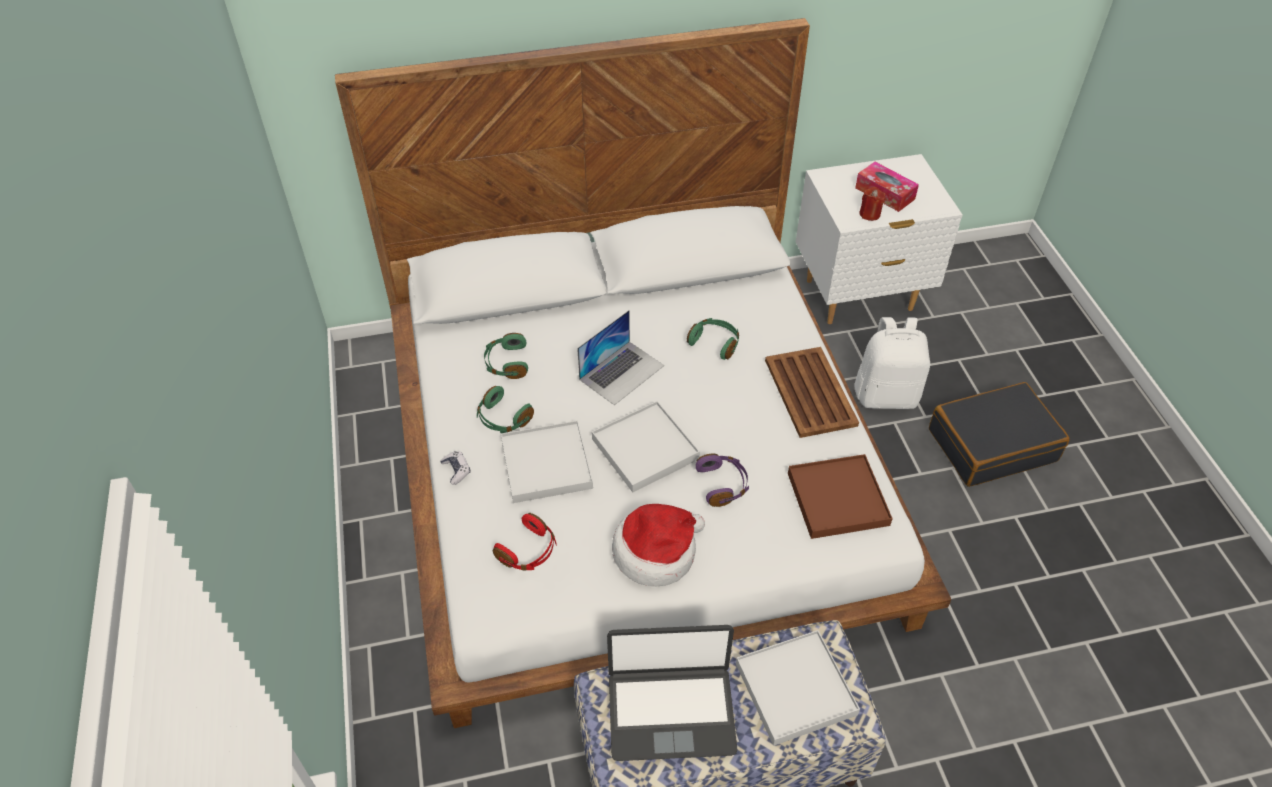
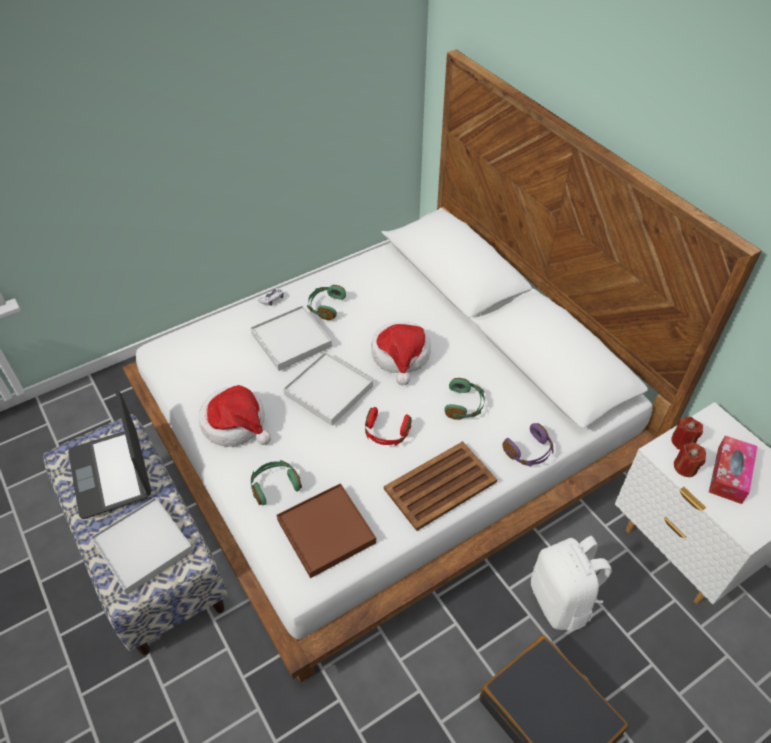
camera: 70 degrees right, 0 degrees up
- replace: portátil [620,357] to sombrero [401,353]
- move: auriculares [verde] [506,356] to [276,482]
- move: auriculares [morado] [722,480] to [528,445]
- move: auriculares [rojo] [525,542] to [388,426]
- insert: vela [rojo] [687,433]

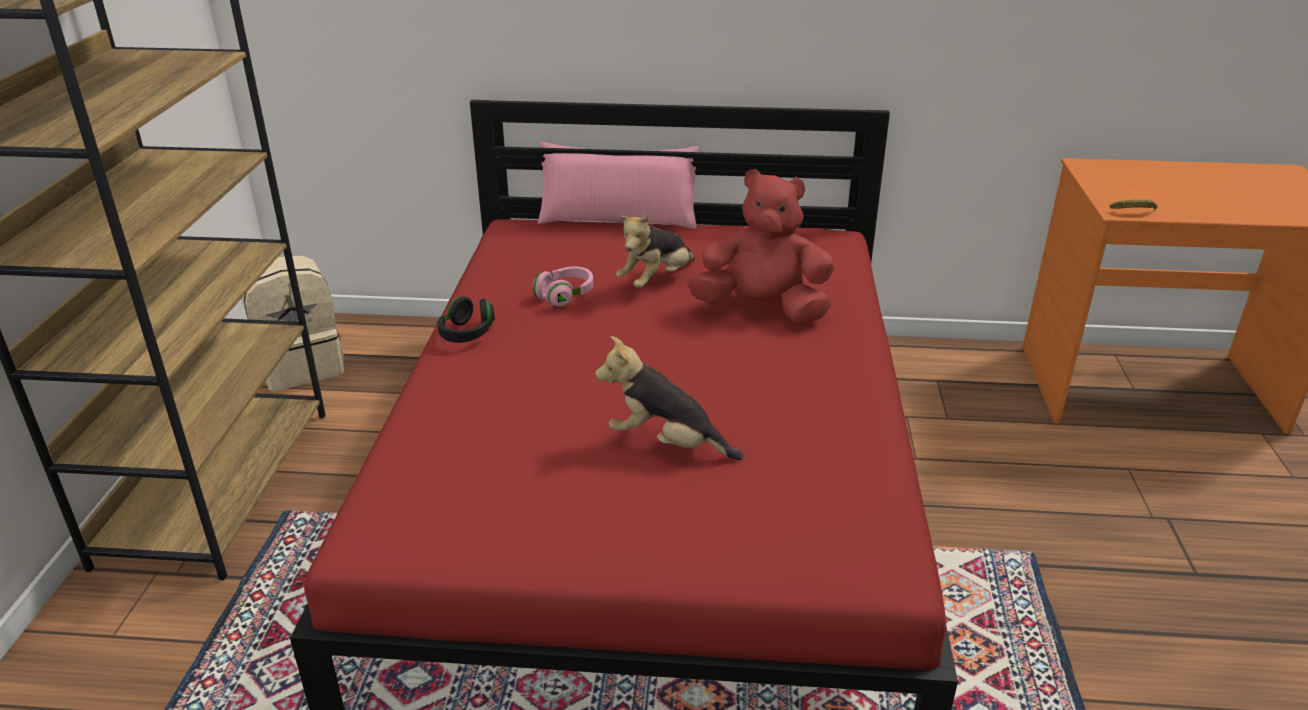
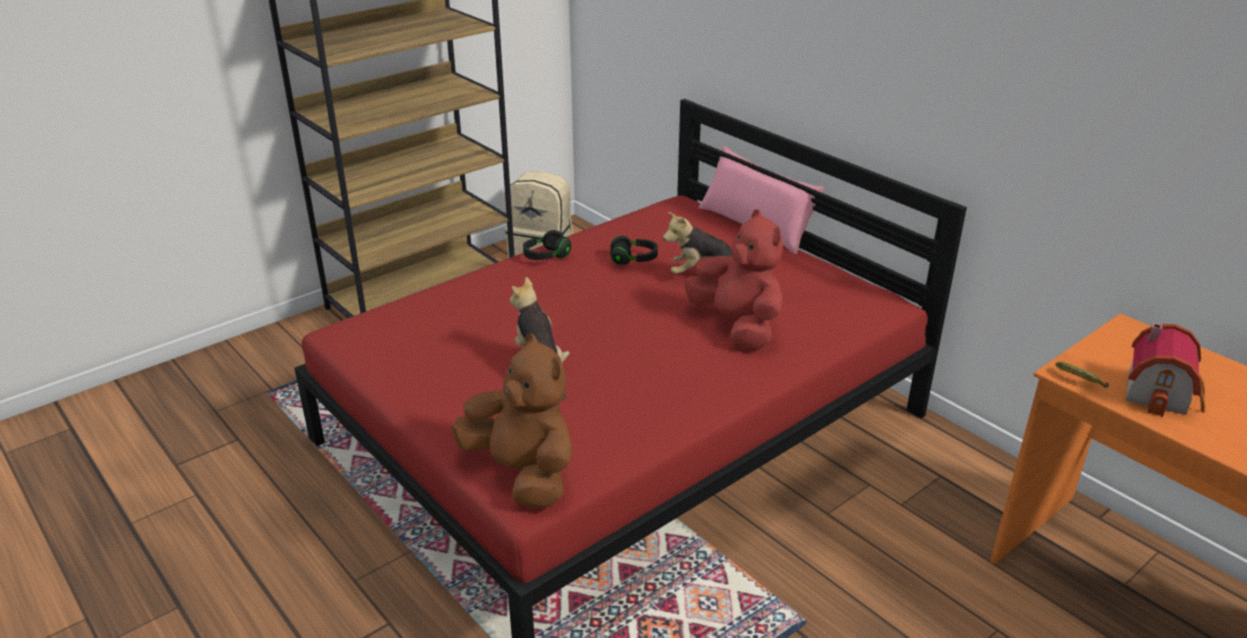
camera: 45 degrees right, 0 degrees up
- recolor: auriculares [rosa] [563,287] to auriculares [negro] [634,250]
- insert: casita [1165,370]
- insert: peluche [marrón] [512,420]

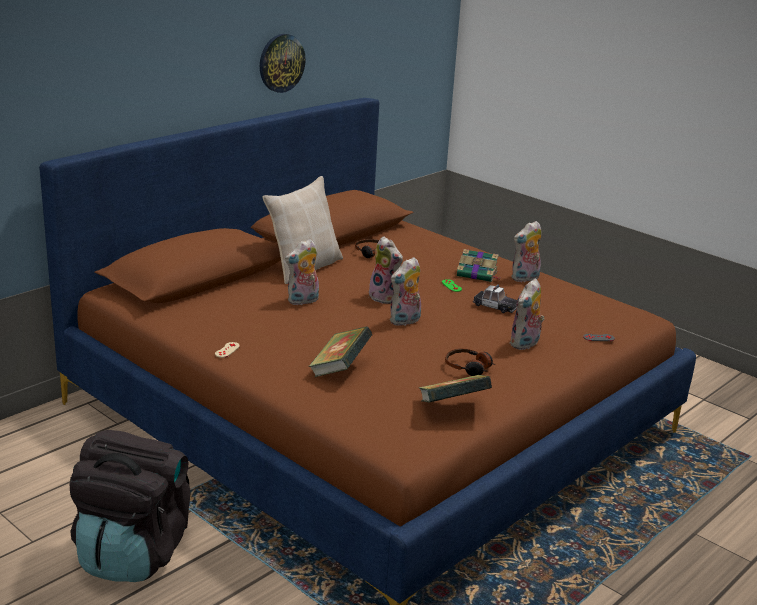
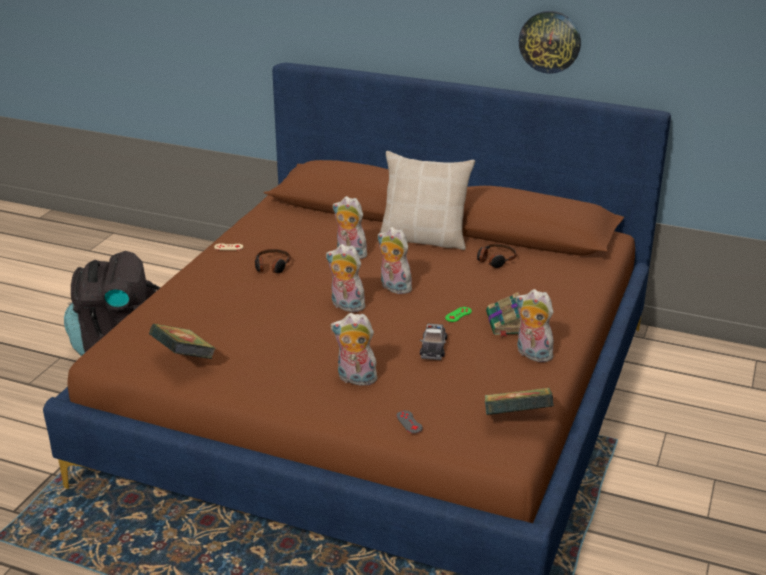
camera: 70 degrees right, 5 degrees up
- rotate: peluche [386,270] = [395,260] 105 degrees clockwise
- move: libro [340,352] to [519,401]
- move: auriculares [470,362] to [272,261]

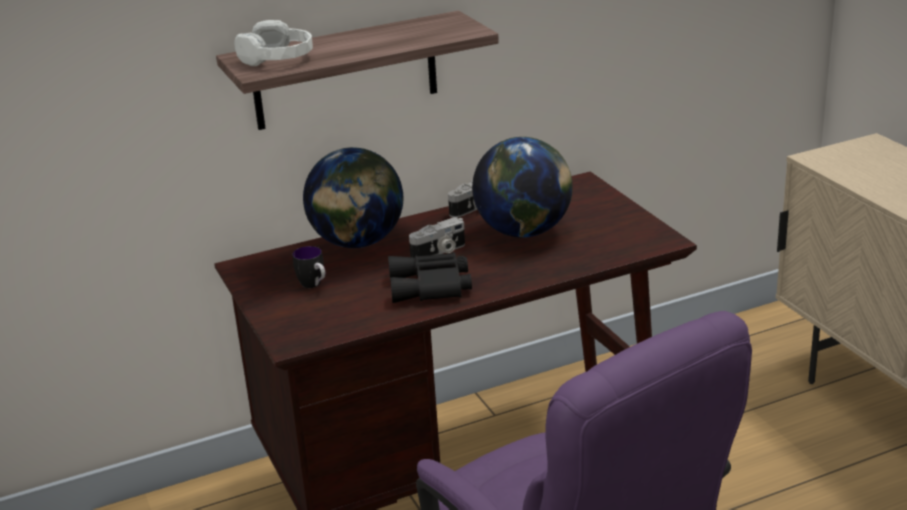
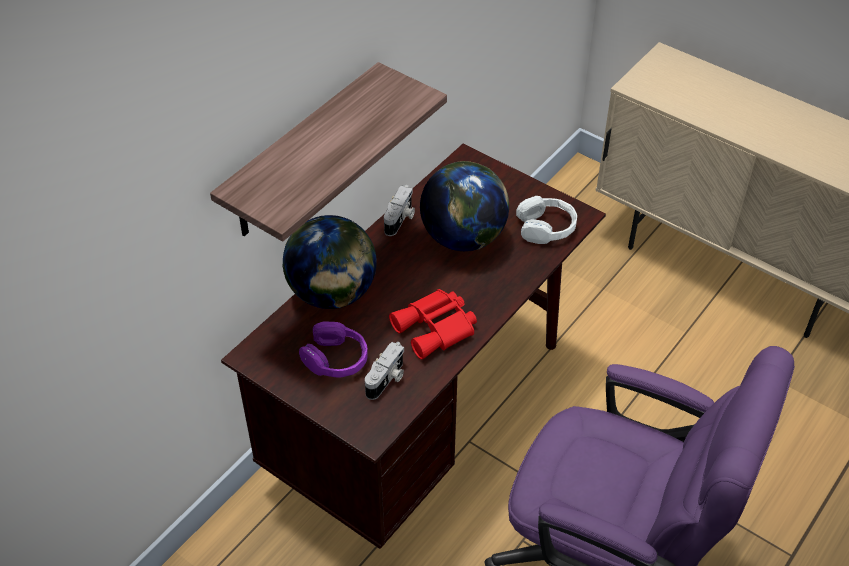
camera: 30 degrees left, 20 degrees up
- move: auriculares [blanco] [274,43] to [546,220]
- move: cámara [437,237] to [384,371]
- replace: taza grande [308,267] to auriculares [morado] [333,349]
- recolor: prismáticos [negro] [430,277] to prismáticos [rojo] [433,324]

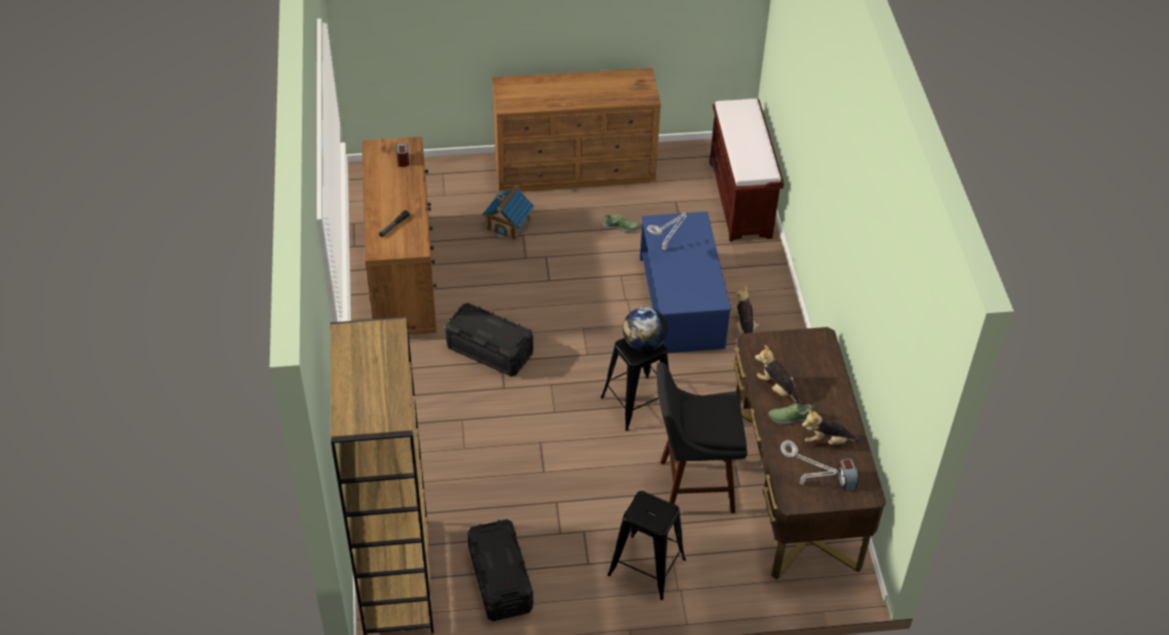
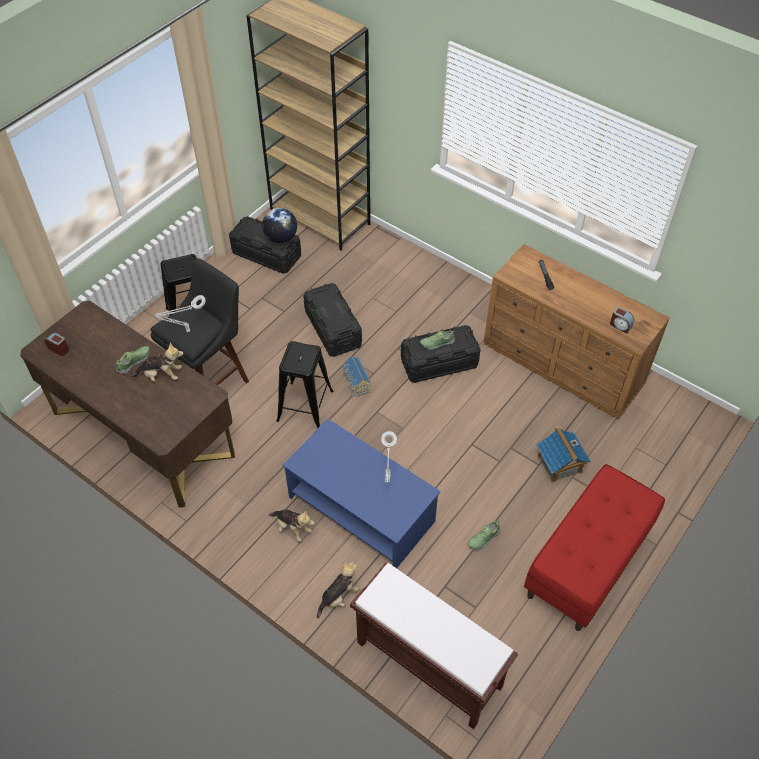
camera: 135 degrees right, 5 degrees up
- replace: cómoda [marrón] [576,129] to banco [rojo] [594,547]
- move: globo terráqueo [645,329] to [279,225]
- move: peluche [831,426] to [338,590]
- move: lámpara de mesa [gris] [809,462] to [180,313]
- insert: caja de almacenaje [negro] [332,320]
- insert: zapato [437,340]
- insert: casita [357,376]

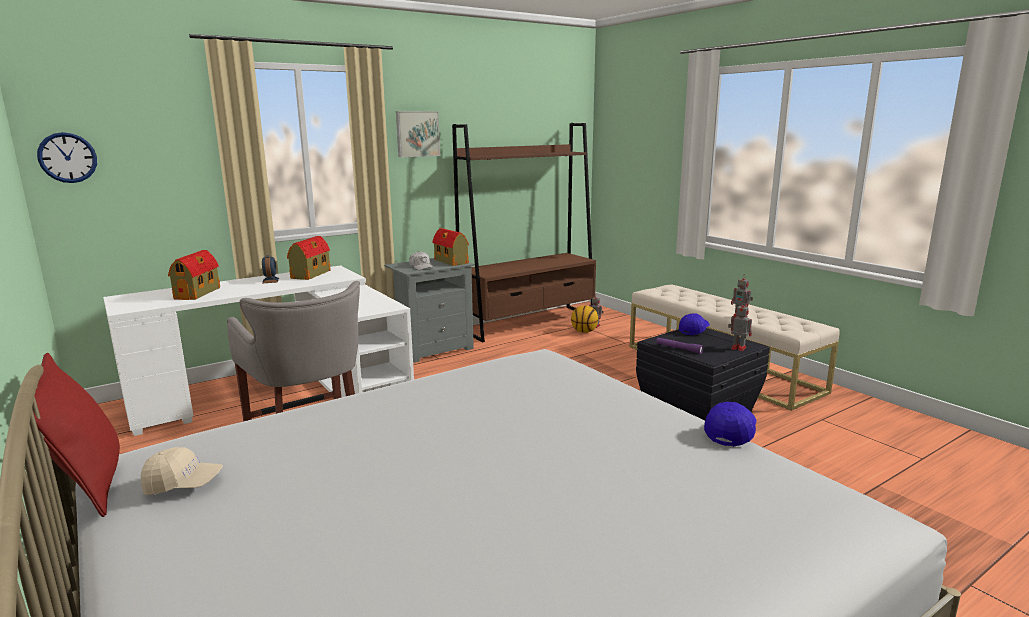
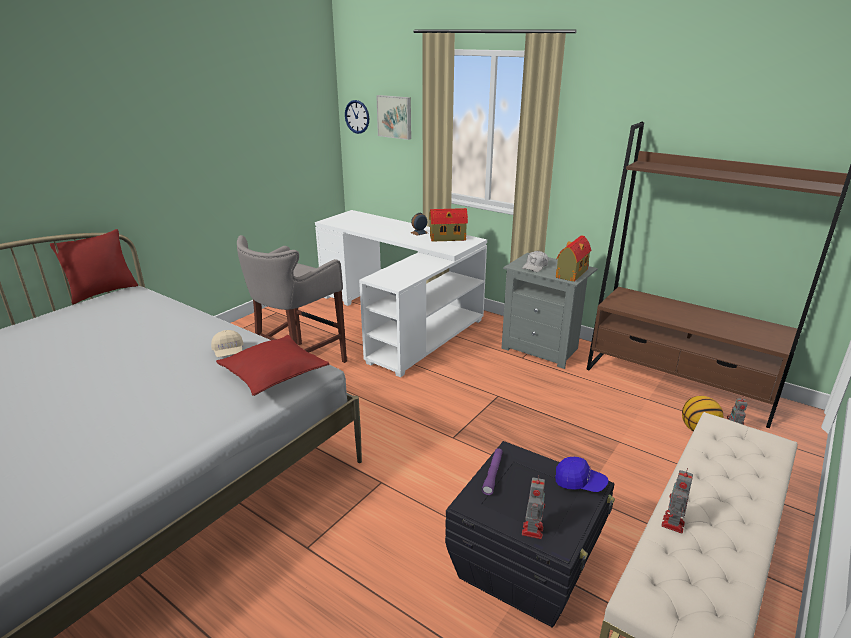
camera: 70 degrees right, 10 degrees up
- move: cuadro [418,134] to [393,117]
- delete: casita [194,275]
- delete: gorra [azul] [730,424]
- move: gorra [beis] [182,471] to [227,343]
- insert: cojín [rojo] [273,365]

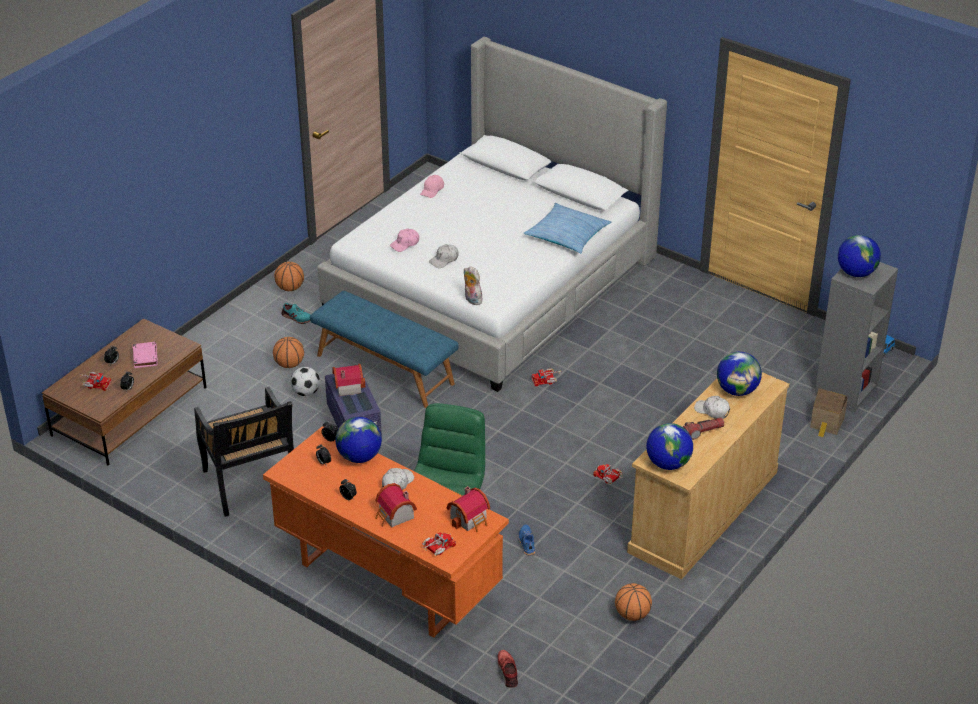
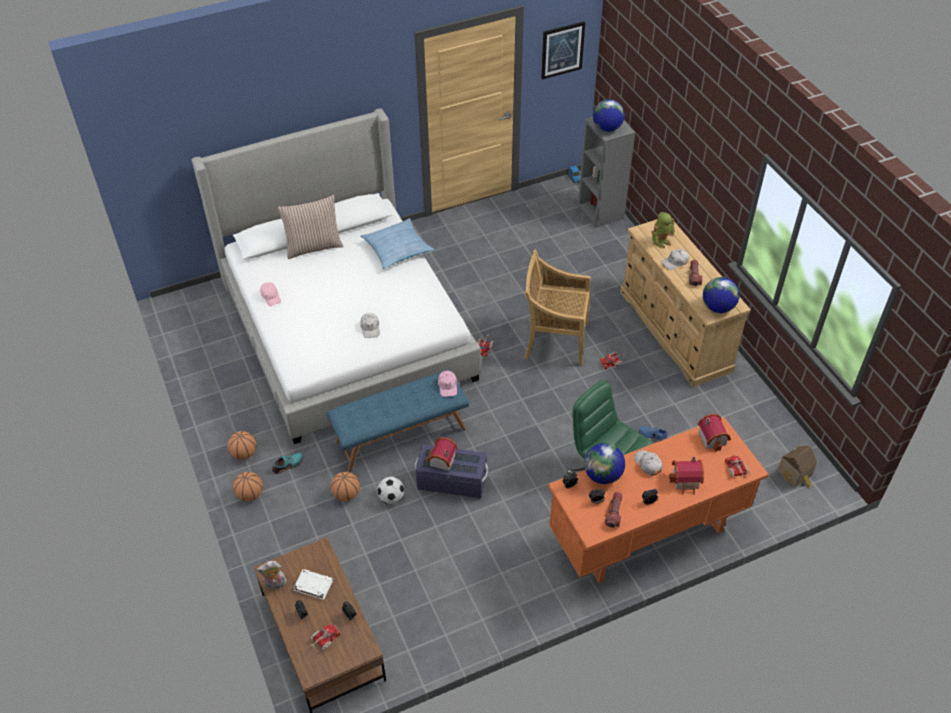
camera: 60 degrees left, 10 degrees up
- move: gorra [rosa] [404,240] to [447,384]
- move: peluche [473,285] to [271,575]
- recolor: libro [rosa] [145,355] to libro [blanco] [313,584]
- replace: globo terráqueo [739,374] to robot de juguete [663,230]
- delete: silla [negro] [244,452]
- move: casita [829,412] to [797,467]
- move: balón de baloncesto [633,602] to [248,486]
- delete: zapato [rojo] [508,669]
- insert: cuadro [563,50]
- insert: cojín [310,227]
- insert: silla [beis] [557,308]
- insert: linterna [614,510]

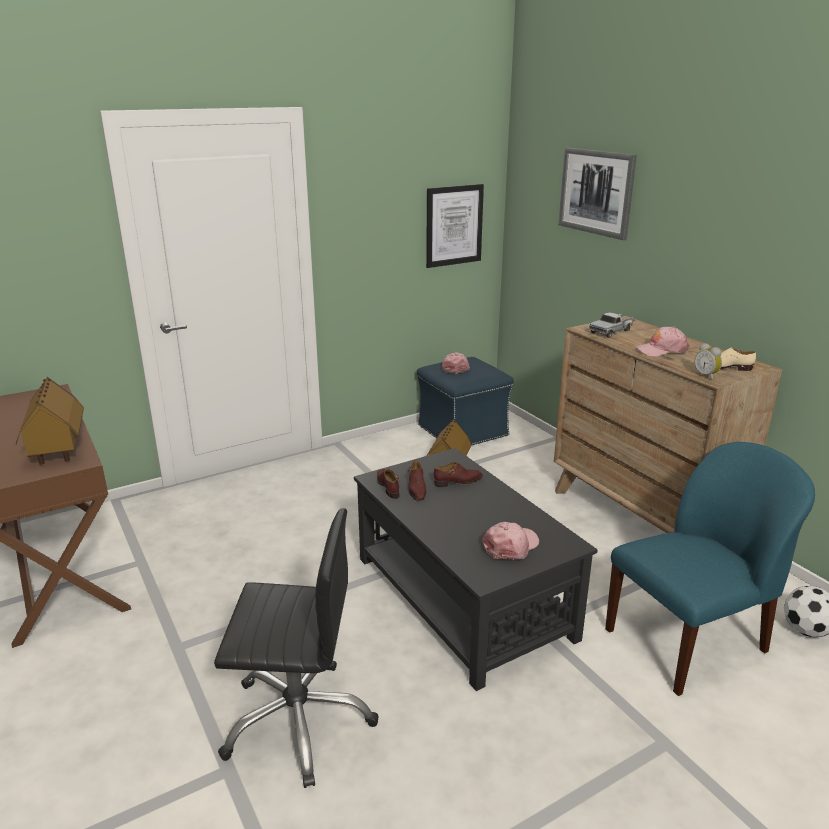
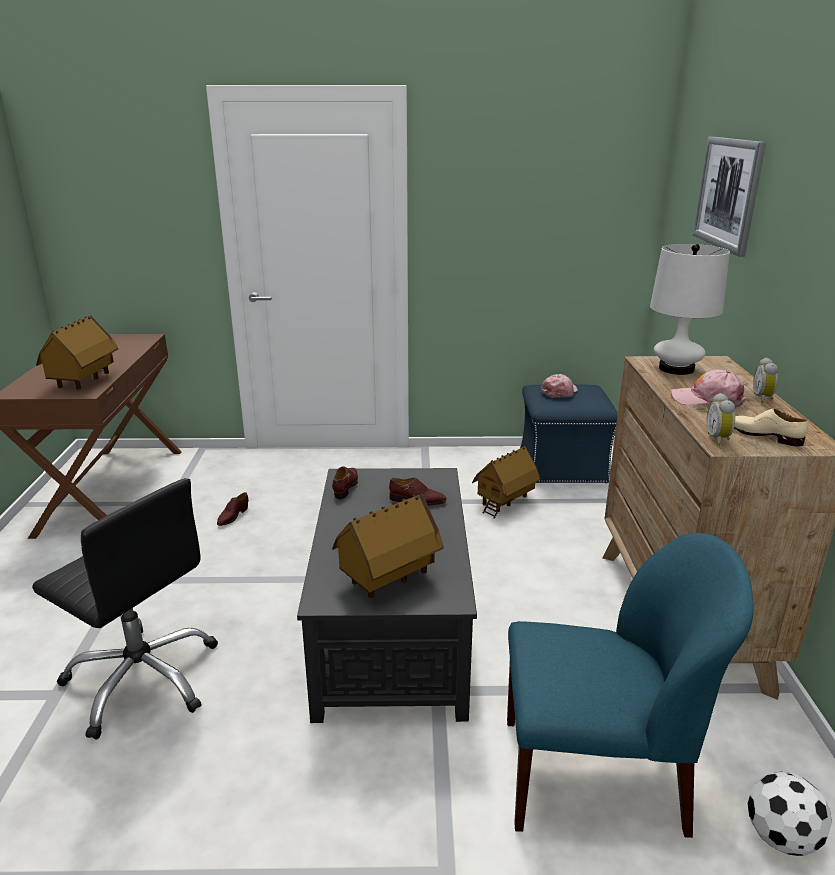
camera: 30 degrees right, 0 degrees up
- delete: cuadro [455,226]
- replace: camión de juguete [611,325] to lámpara de mesa [blanco] [690,309]
- move: zapato [marrón] [417,480] to [233,509]
- replace: gorra [rosa] [511,541] to casita [388,545]
- insert: despertador [765,380]

